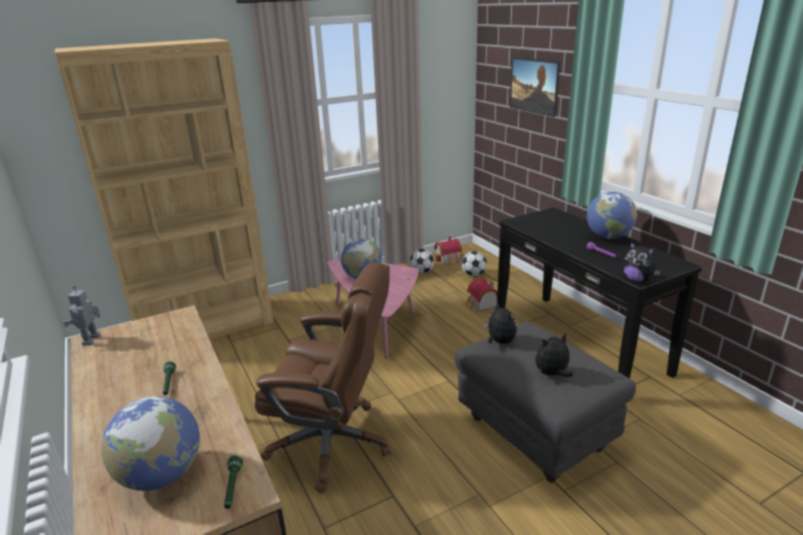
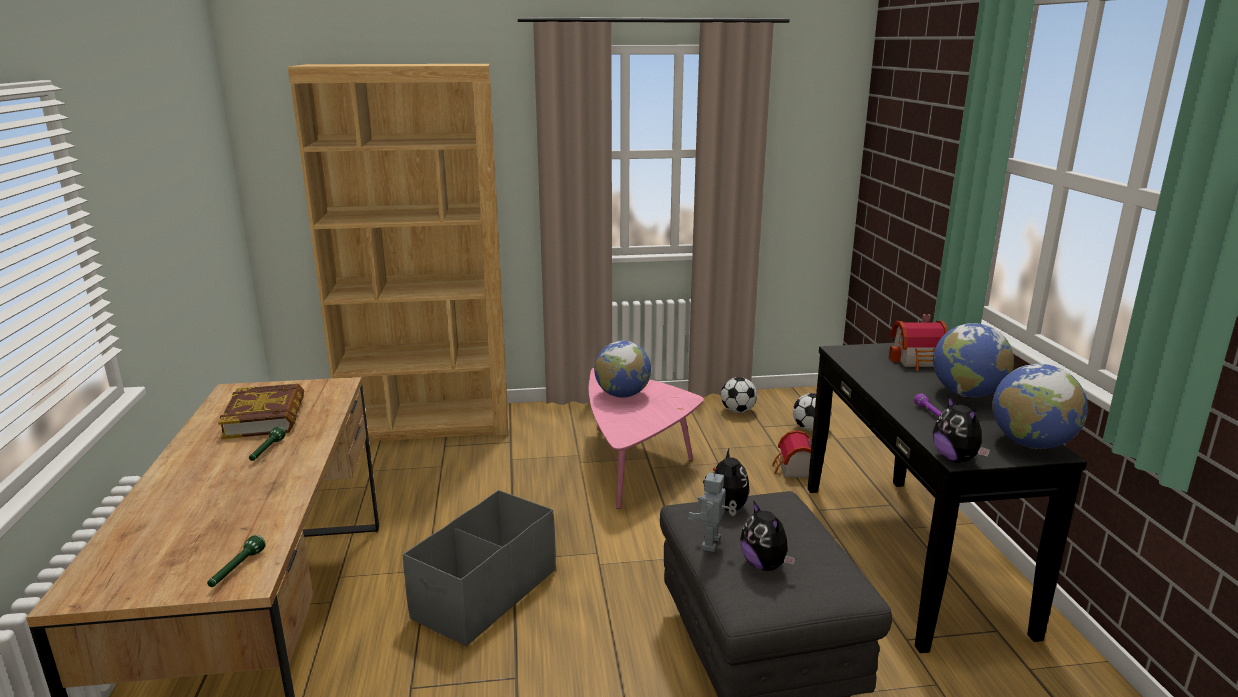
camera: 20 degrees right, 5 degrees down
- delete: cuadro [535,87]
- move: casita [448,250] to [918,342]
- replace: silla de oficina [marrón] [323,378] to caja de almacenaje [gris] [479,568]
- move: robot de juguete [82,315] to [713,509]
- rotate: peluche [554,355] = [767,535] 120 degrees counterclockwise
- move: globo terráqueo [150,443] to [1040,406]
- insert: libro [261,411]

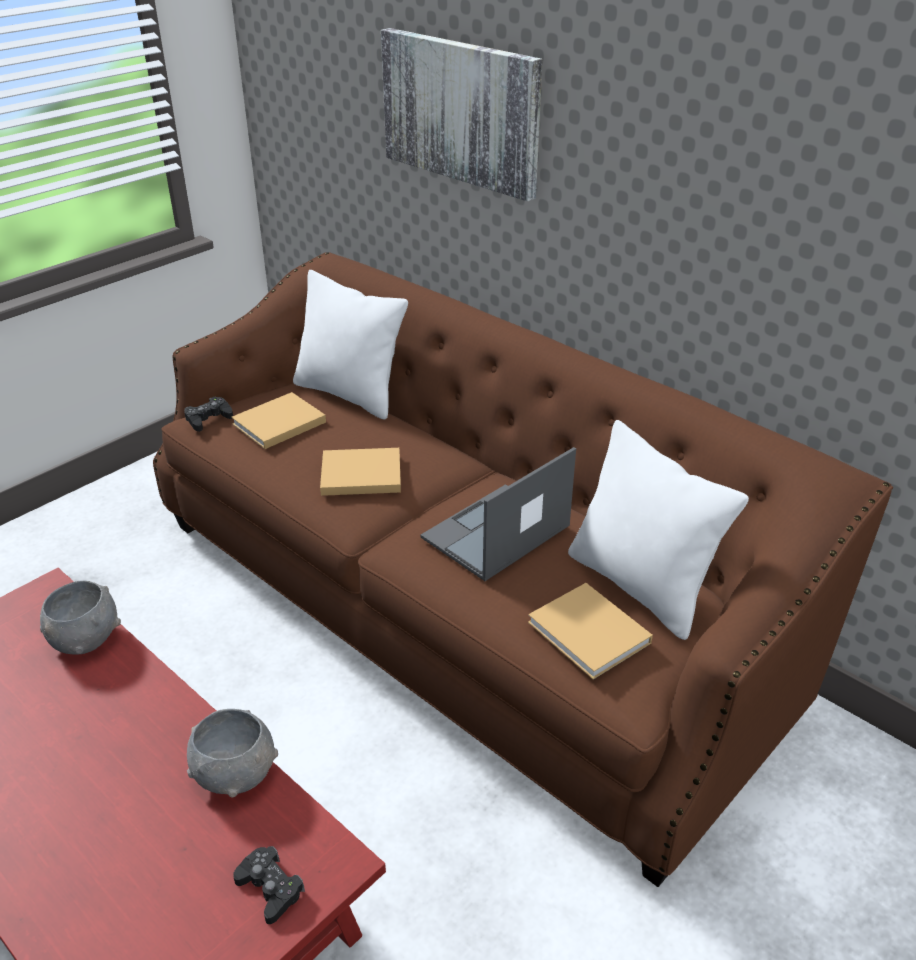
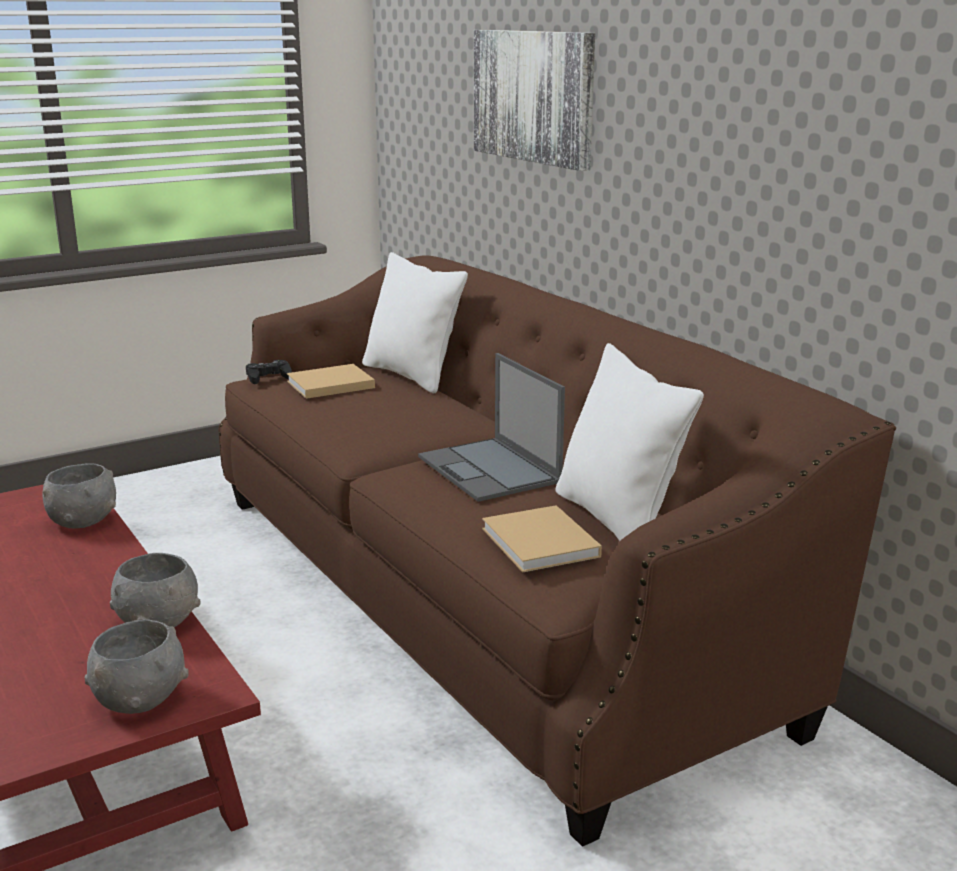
camera: 15 degrees right, 15 degrees down
- rotate: portátil [498,514] = [491,427] 90 degrees counterclockwise
- delete: libro [beis] [360,472]
- replace: mando de consola [negro] [269,885] to cuenco [gris] [137,667]

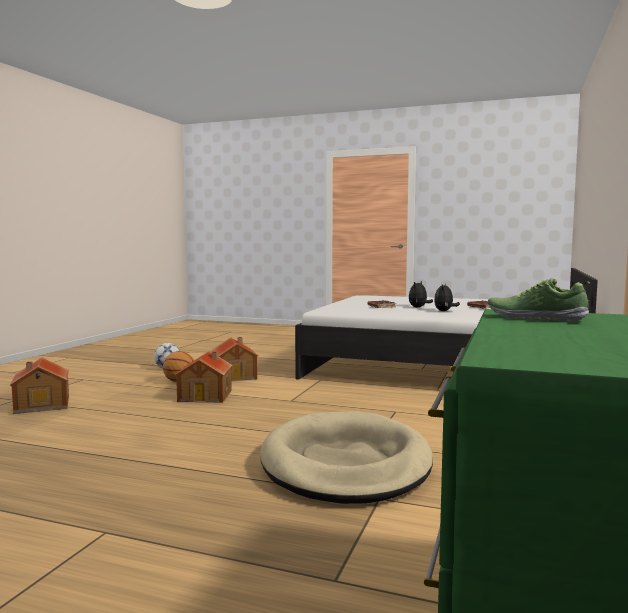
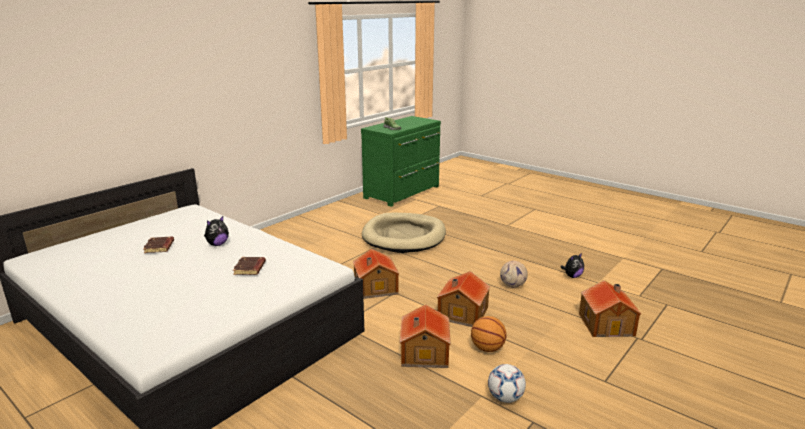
camera: 160 degrees left, 15 degrees up
- move: peluche [421,294] to [572,265]
- insert: casita [376,274]
- insert: balón de fútbol [514,274]

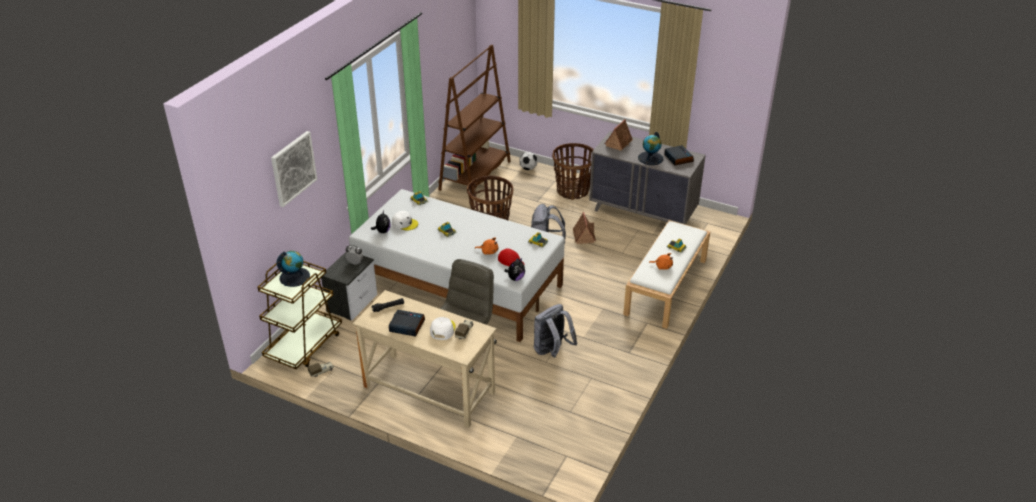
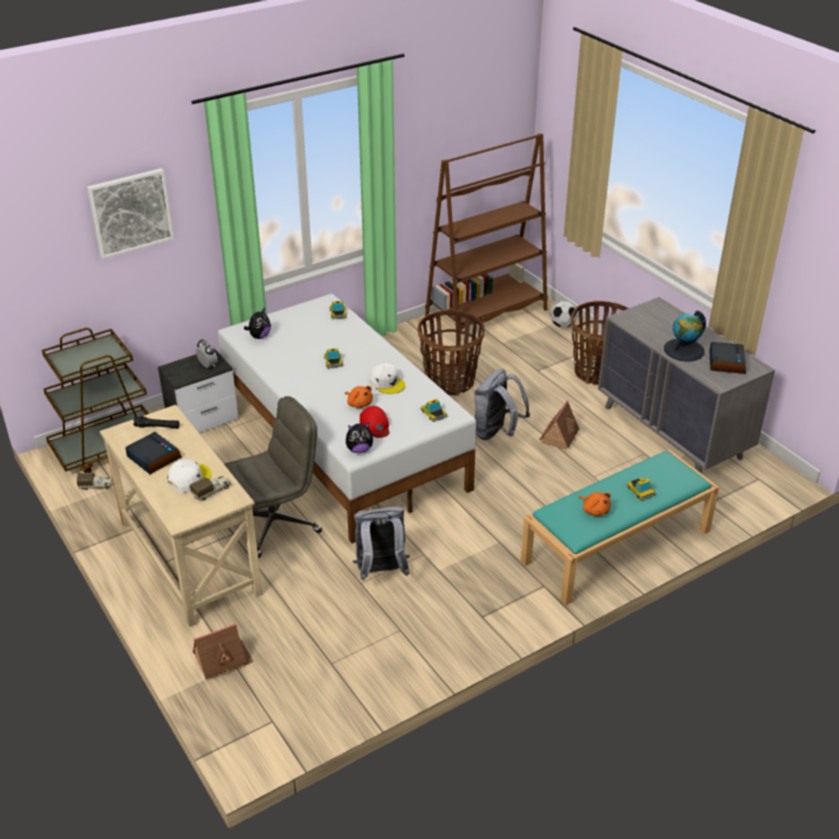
camera: 30 degrees right, 0 degrees up
- move: casita [619,135] to [223,651]
- move: gorra [blanco] [405,220] to [387,378]
- recolor: banco [blanco] [666,274] to banco [turquesa] [620,528]
- delete: globo terráqueo [293,269]

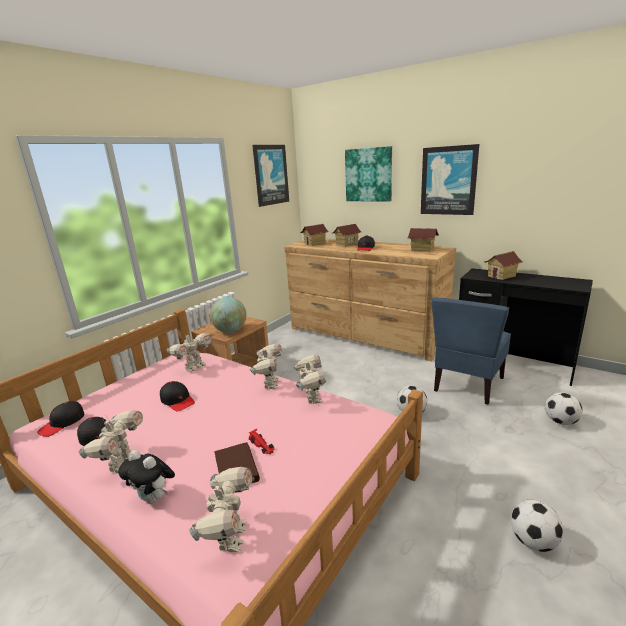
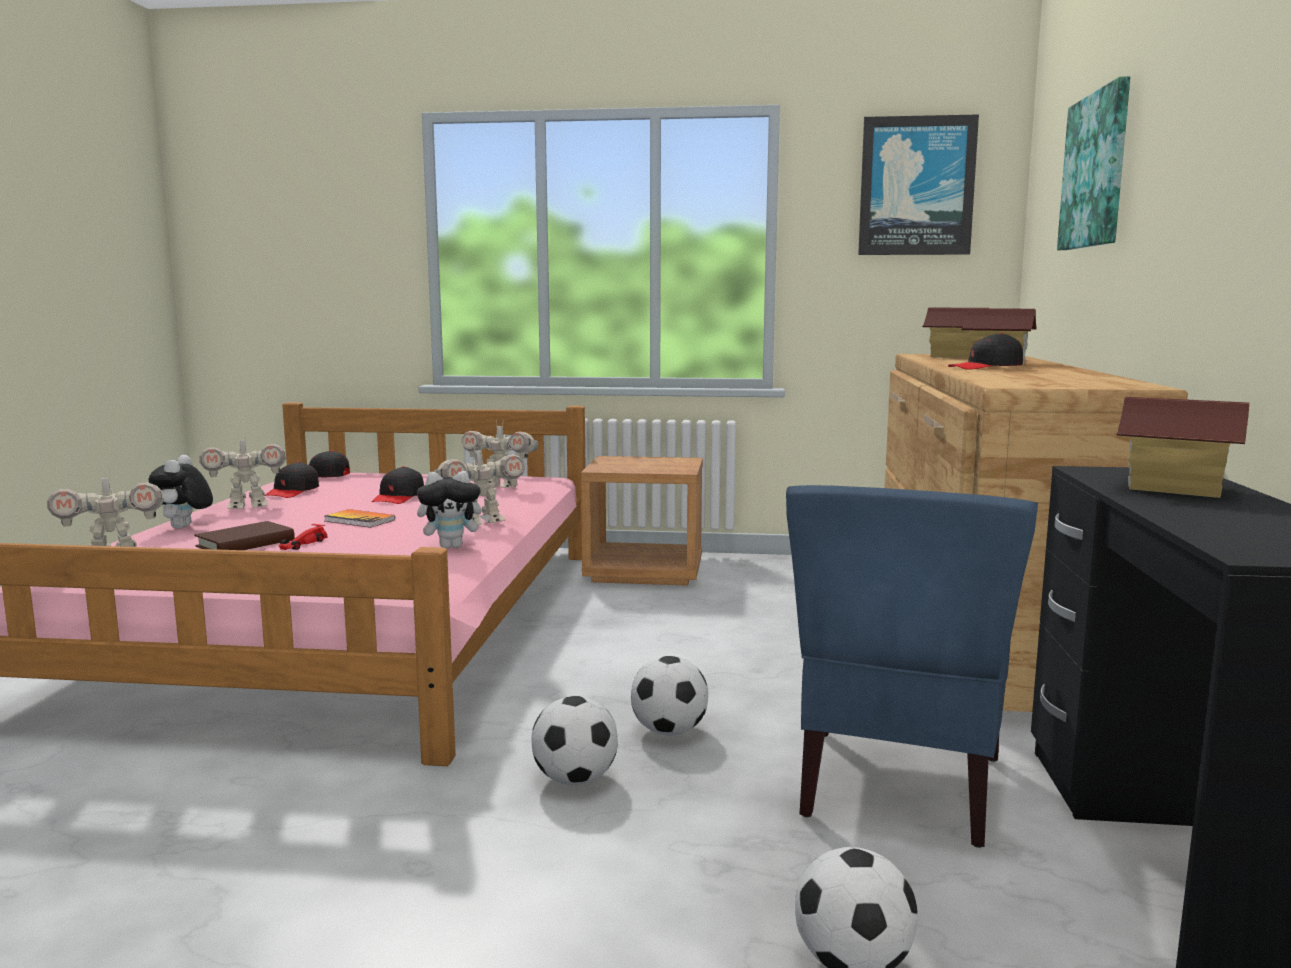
camera: 60 degrees right, 10 degrees down
- delete: cuadro [450,179]
- delete: casita [423,240]
- delete: globo terráqueo [228,315]
- rotate: silla [azul] [471,351] = [912,666] 75 degrees counterclockwise
- replace: robot de juguete [310,379] to peluche [453,510]
- move: balón de fútbol [537,526] to [575,740]
- insert: libro [359,518]

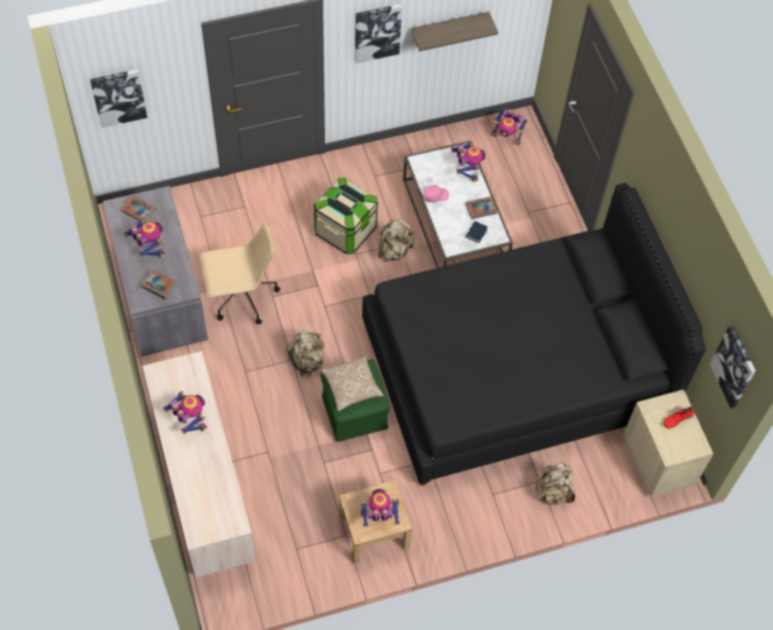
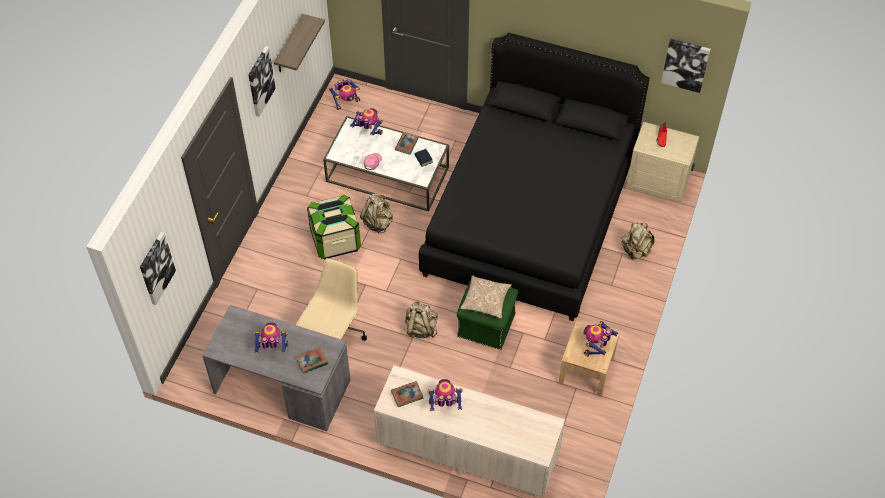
camera: 50 degrees left, 5 degrees down
- move: libro [138,209] to [407,394]

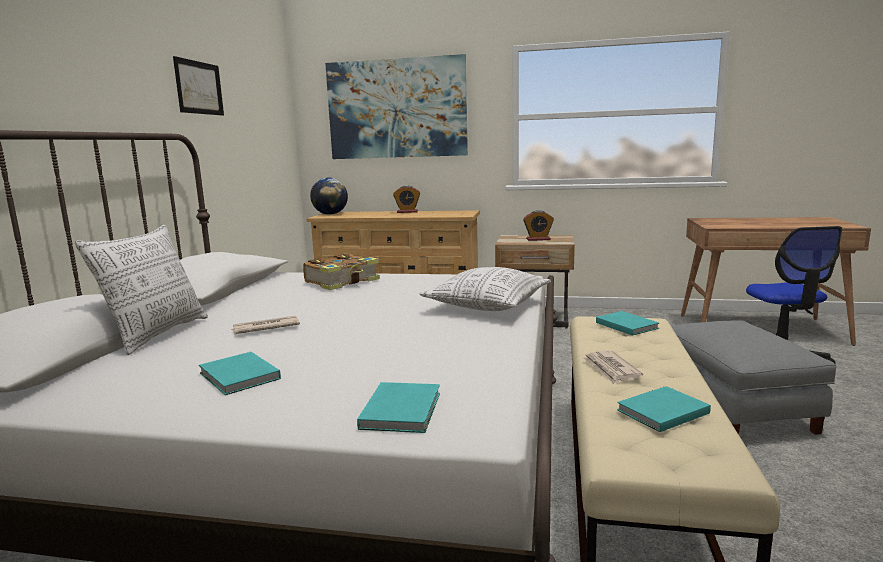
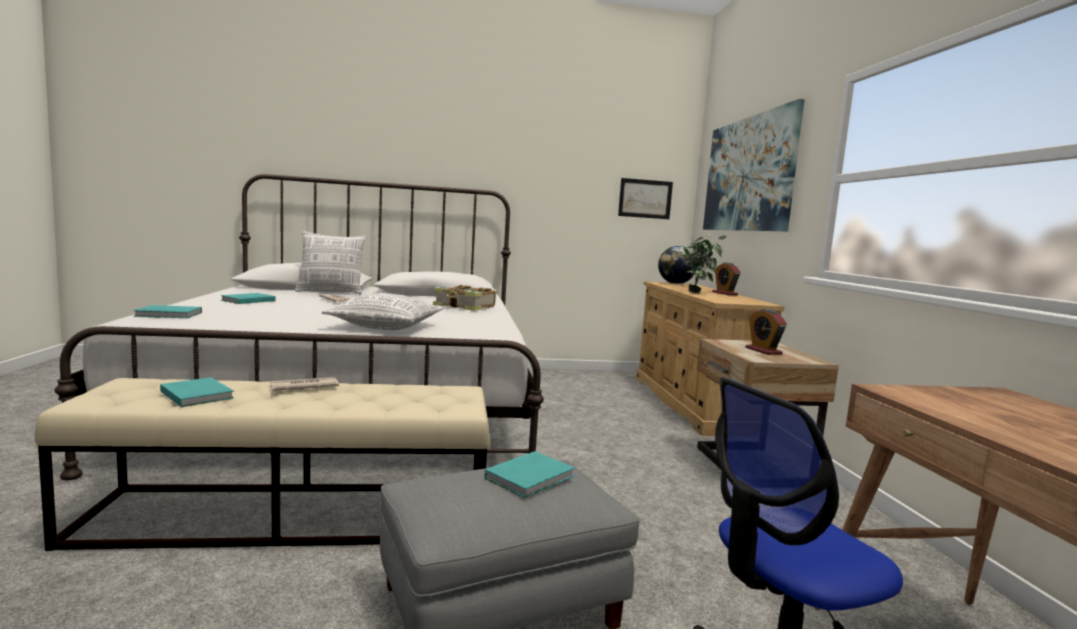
camera: 70 degrees right, 5 degrees down
- move: cuadro [198,86] to [645,198]
- move: libro [turquesa] [627,323] to [530,474]
- insert: planta en maceta [703,263]

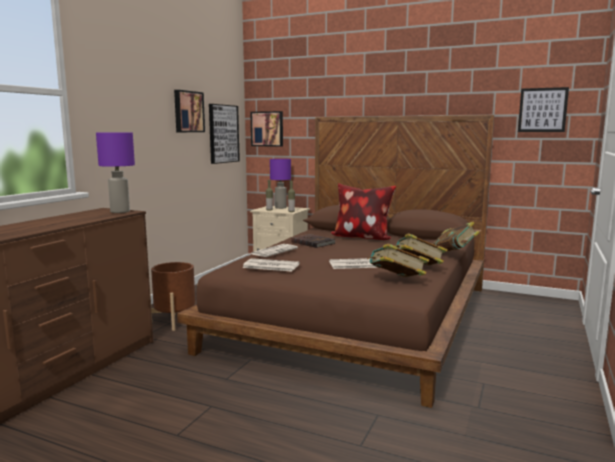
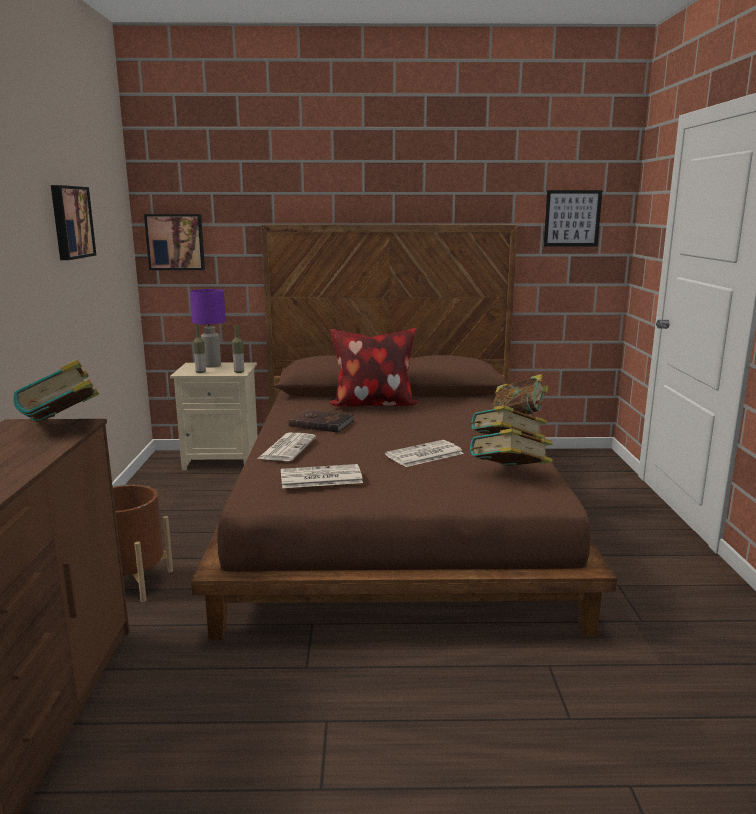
camera: 25 degrees left, 5 degrees up
- delete: cuadro [224,134]
- replace: lámpara de mesa [morado] [115,173] to libro [56,390]

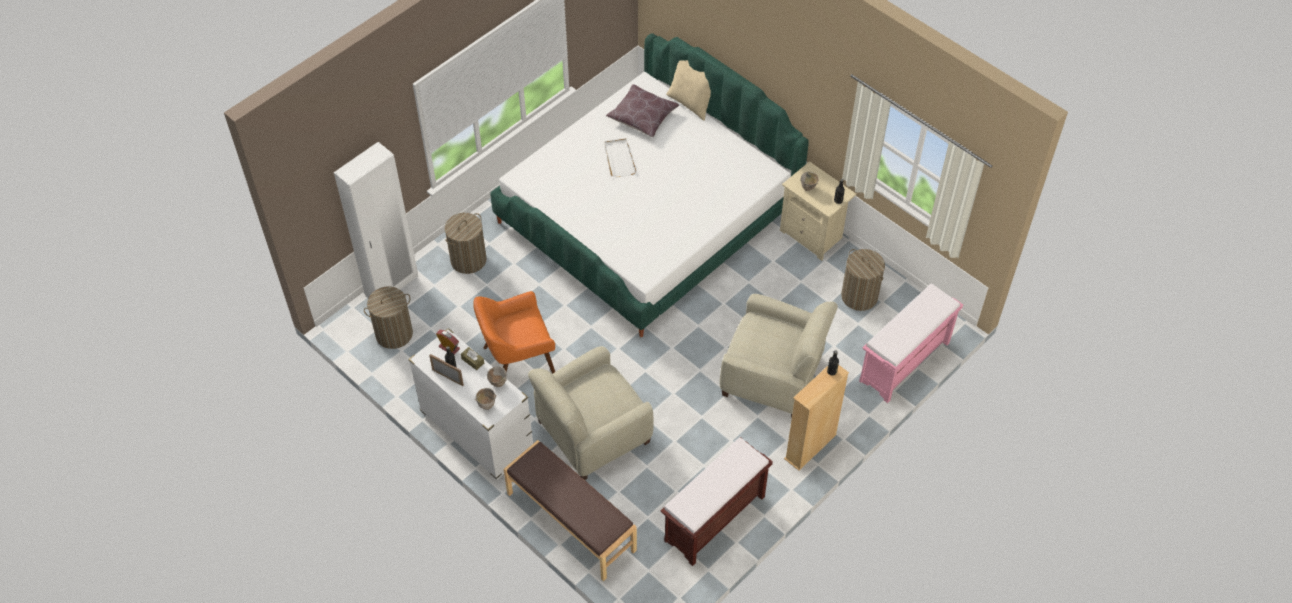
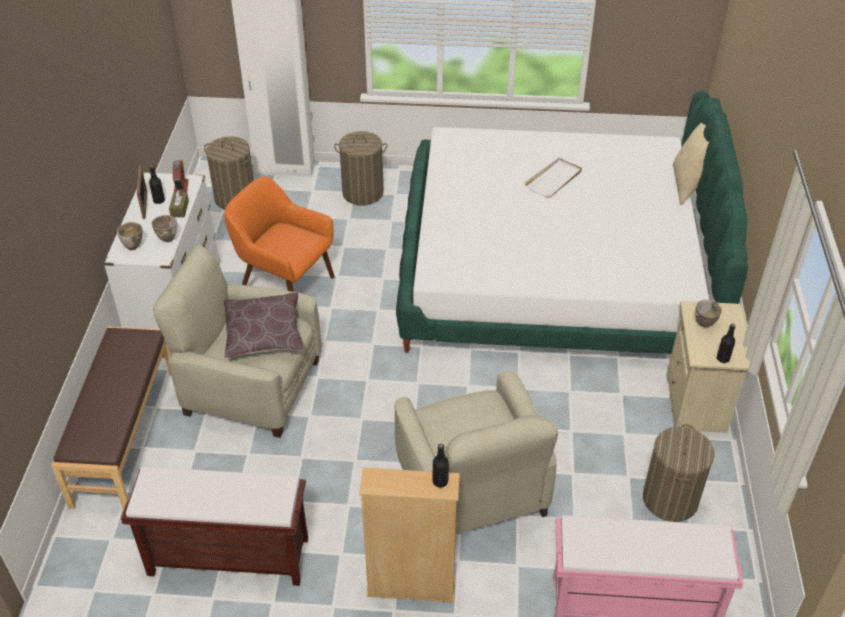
camera: 50 degrees right, 10 degrees down
- move: cojín [marrón] [642,110] to [263,325]

